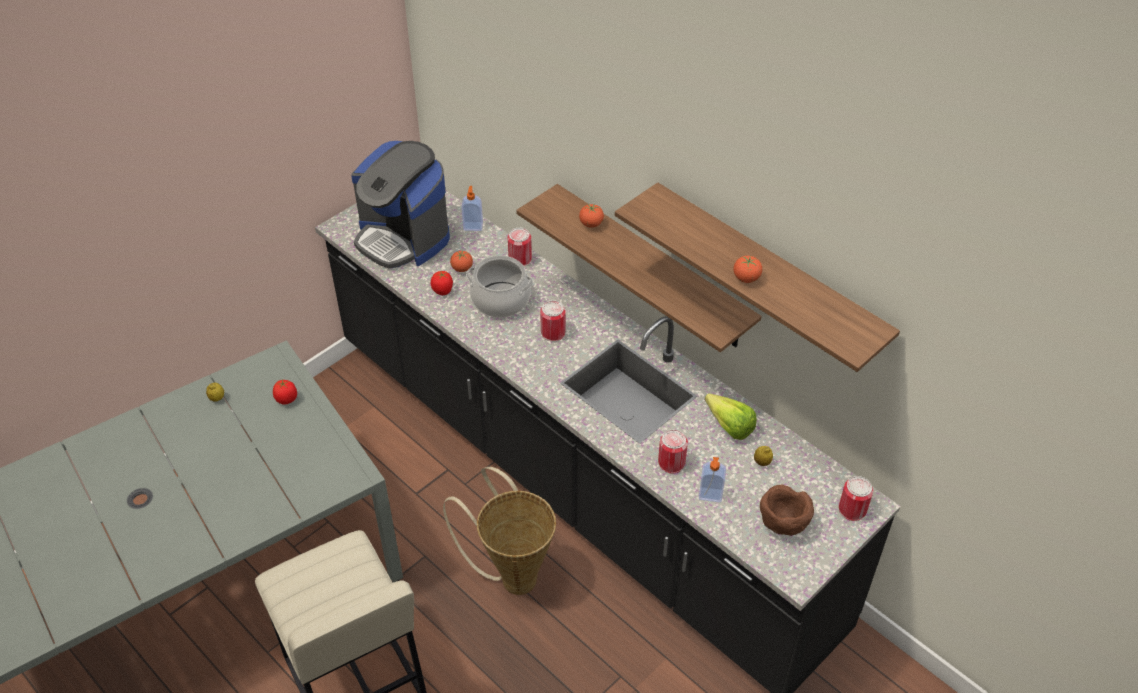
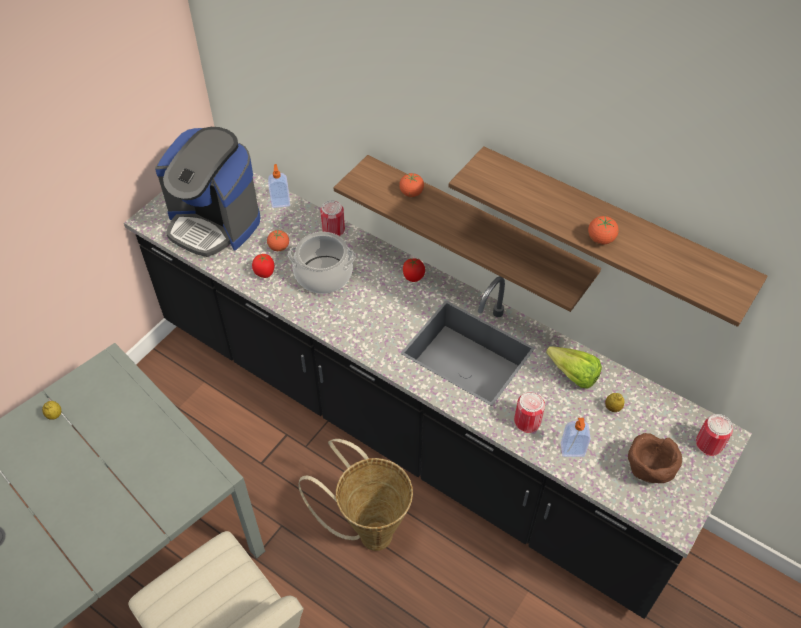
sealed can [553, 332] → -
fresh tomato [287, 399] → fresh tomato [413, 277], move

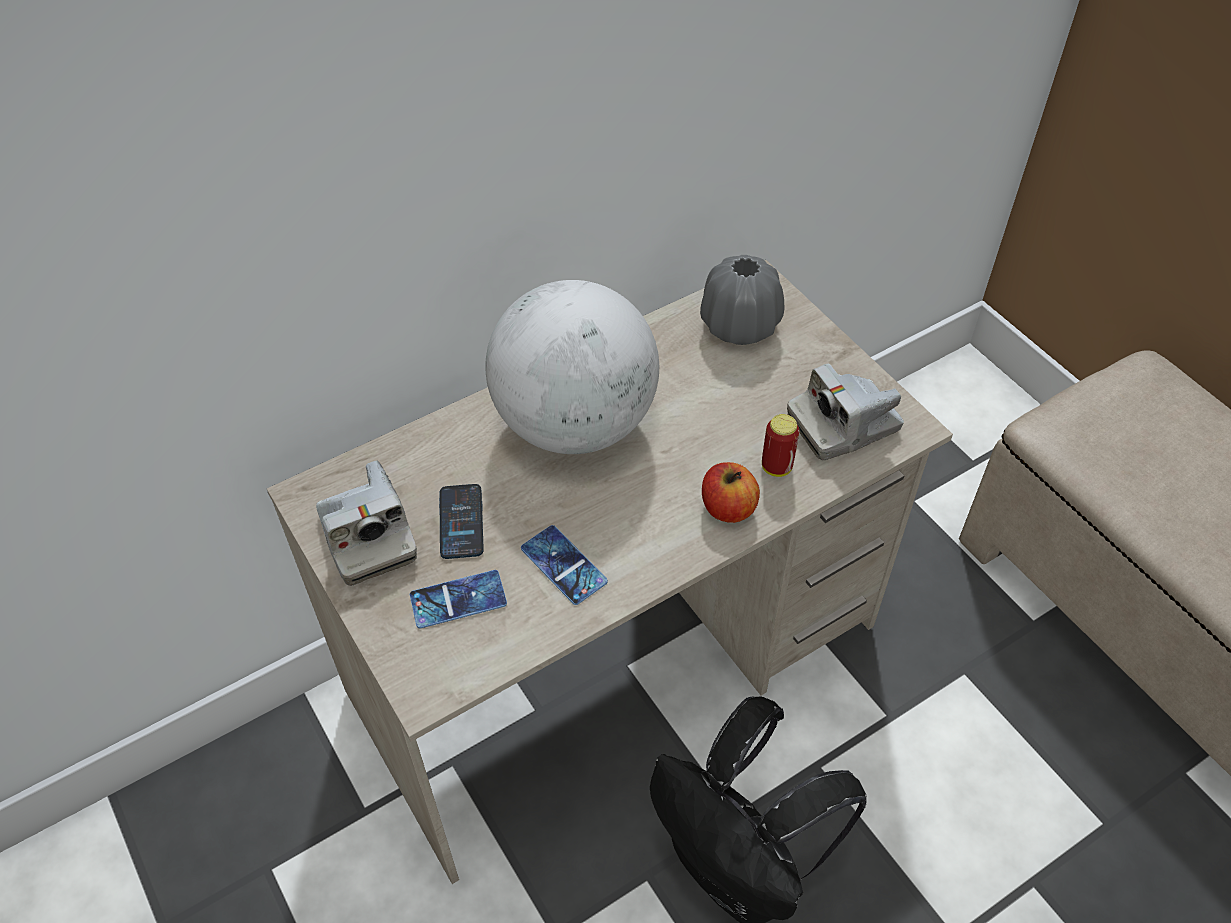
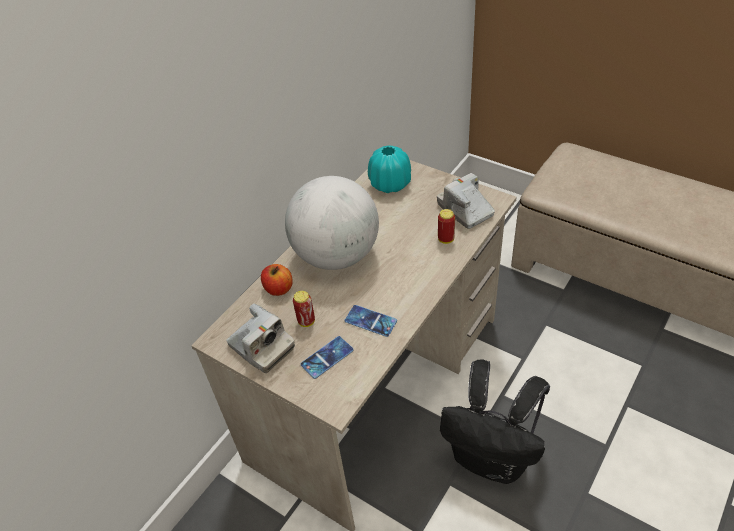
whole apple [728, 508] → whole apple [278, 289], move
handset [461, 522] → sealed can [306, 321]
decorative vase (greyish) [739, 326] → decorative vase (turquoise-coloured) [390, 184]
photo camera [843, 425] → photo camera [465, 210], 105 degrees clockwise

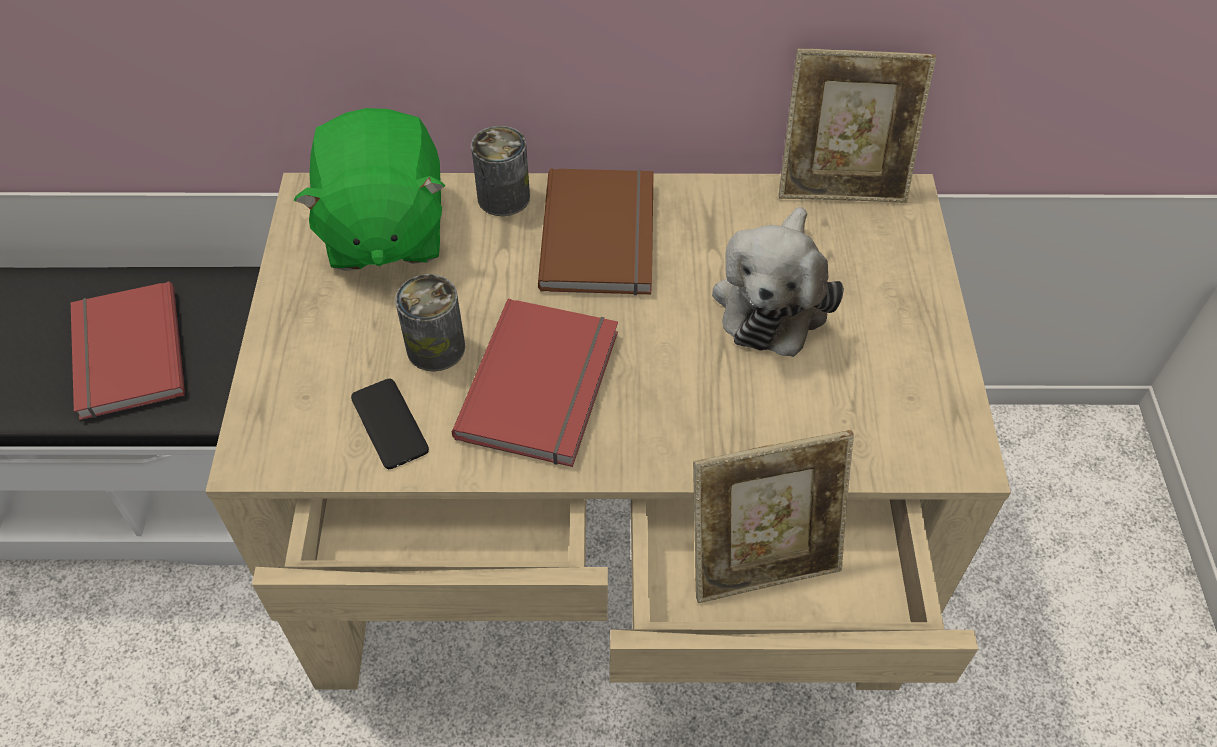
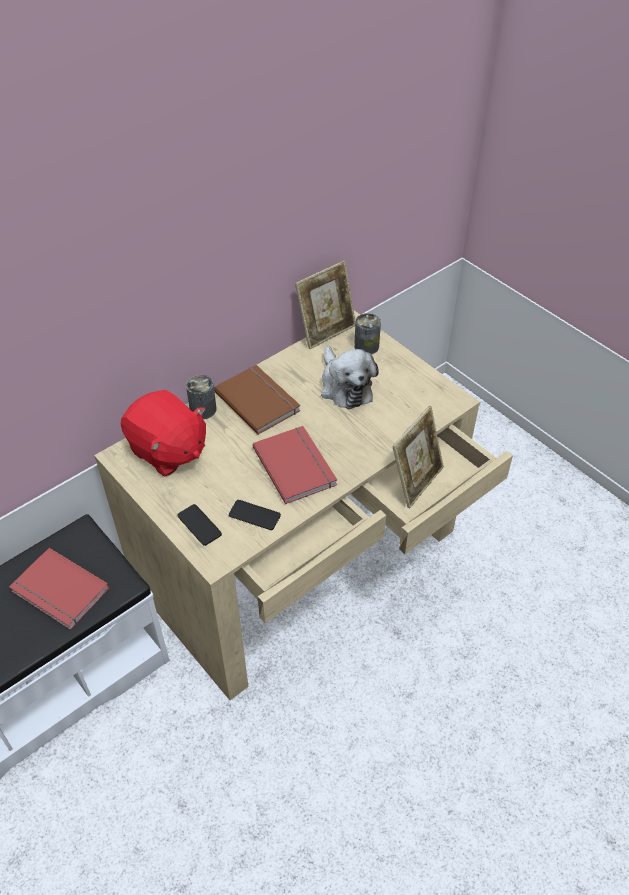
- → handset [199, 525]
sealed can [436, 348] → sealed can [366, 346], move
soft toy (green) [383, 231] → soft toy (reddish) [168, 451]

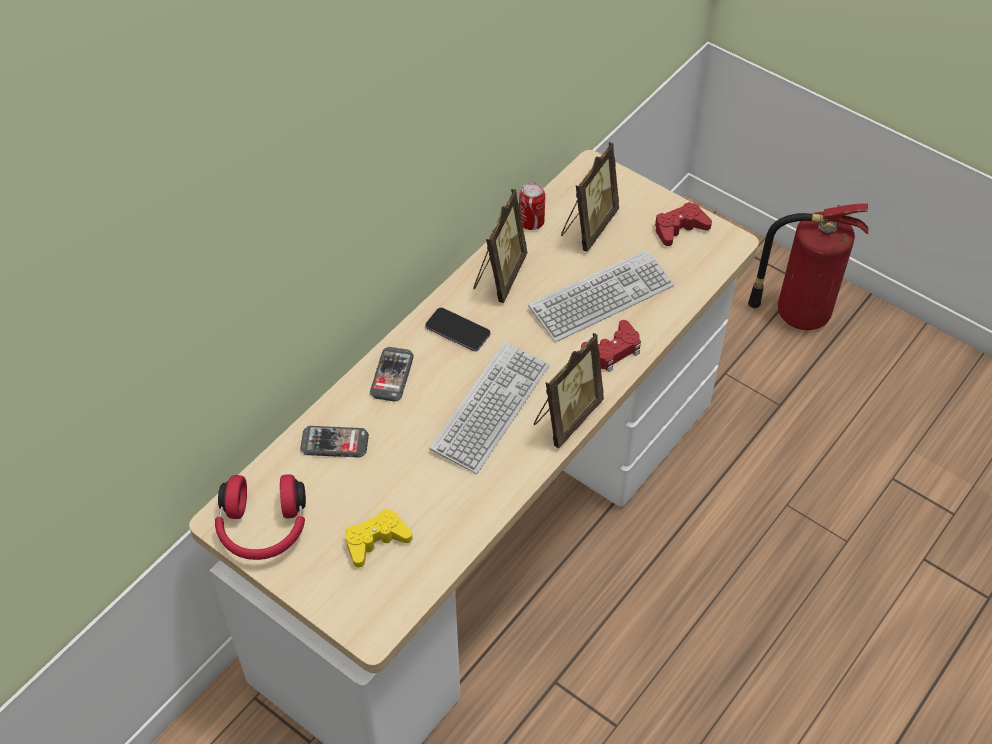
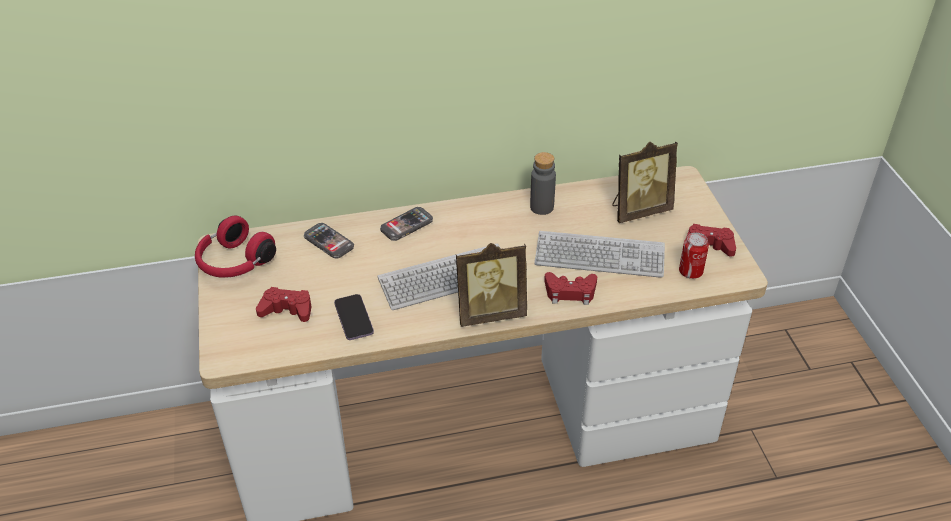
fire-fighting cylinder [798, 312] → -
handset [457, 331] → handset [354, 318], move
sealed can [531, 222] → sealed can [690, 272], move
photo frame [499, 276] → bottle (greyish) [541, 207]
game controller (yellow-coloured) [376, 541] → game controller (reddish) [287, 309]

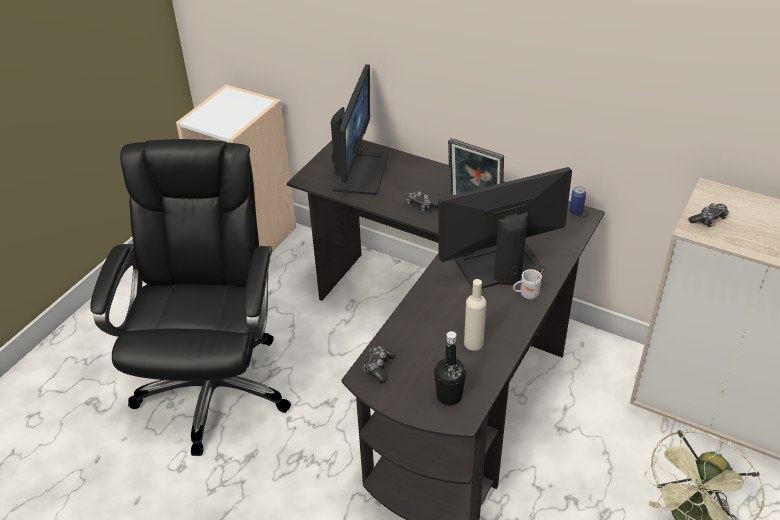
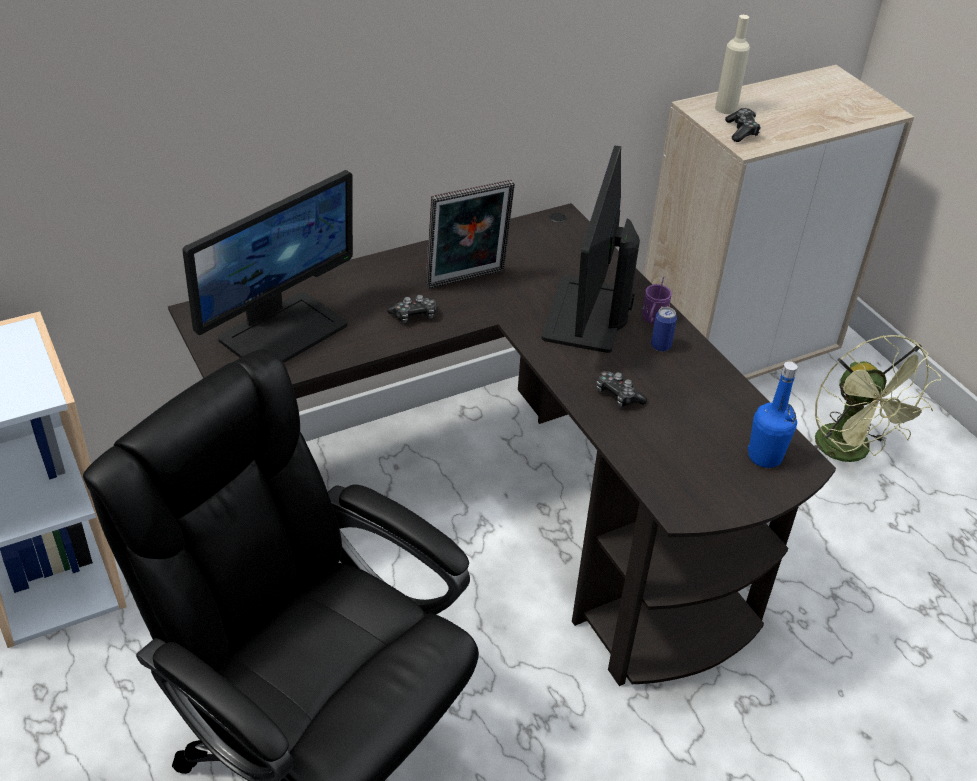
game controller [379, 367] → game controller [618, 395], move
bottle (sand-coloured) [473, 343] → bottle (sand-coloured) [726, 108], move
sealed can [576, 212] → sealed can [660, 346], move
bottle (black-coloured) [449, 396] → bottle (blue) [765, 456]
coffee mug (whitish) [526, 294] → coffee mug (purple) [652, 321]
computer screen [359, 172] → computer screen [282, 330], 90 degrees clockwise

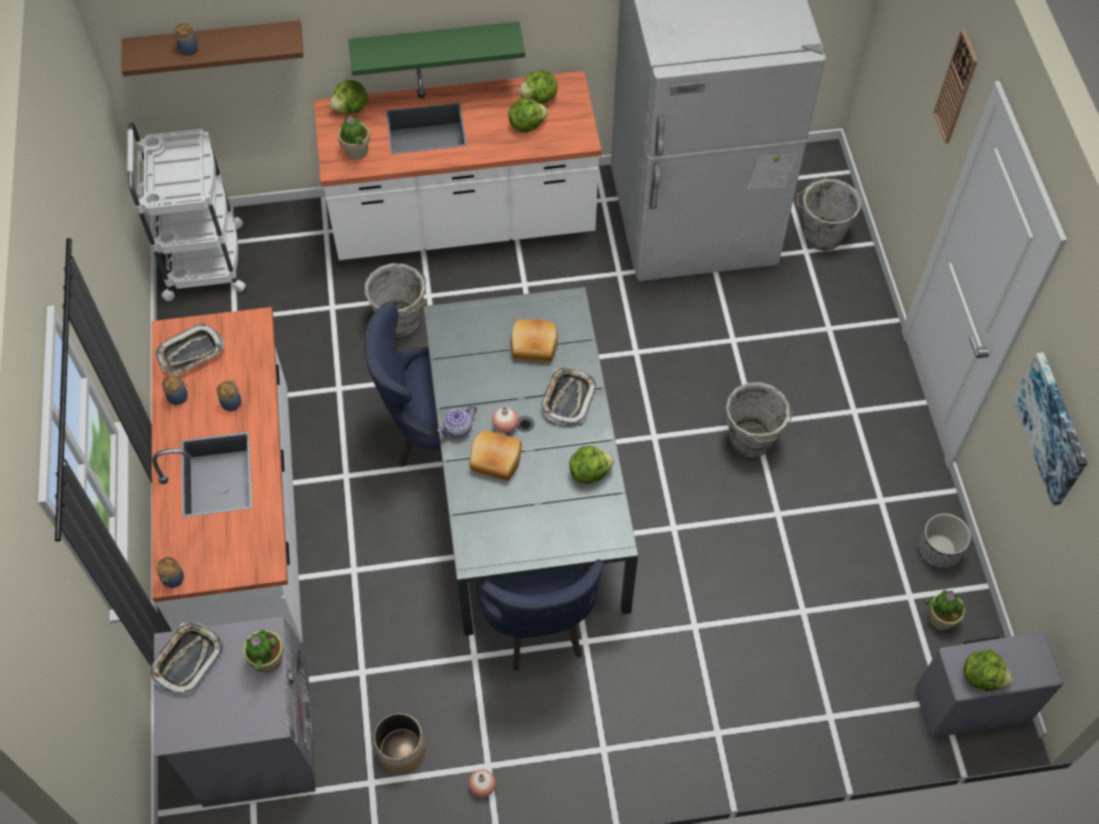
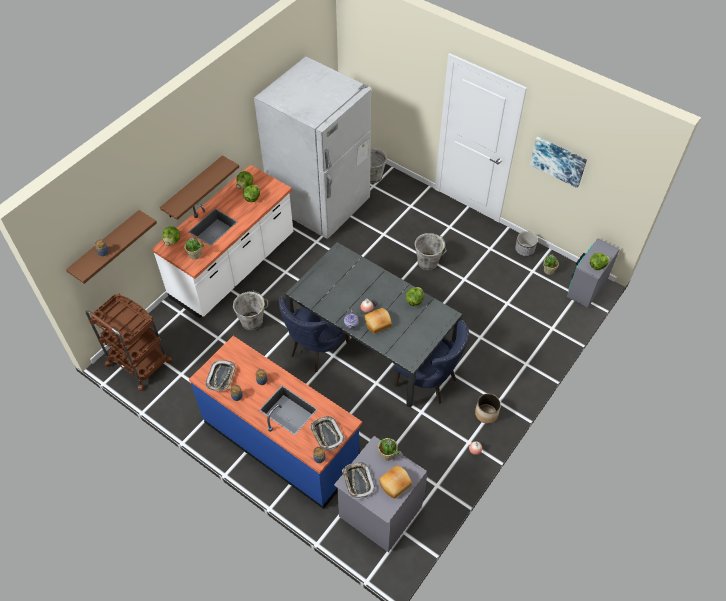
wall clock [956, 87] → -
planter [401, 750] → planter [486, 414], move
baked bread [534, 347] → baked bread [395, 484], move
carrying tray [568, 398] → carrying tray [326, 434], move
wheeled cart (whitish) [205, 261] → wheeled cart (brown-coloured) [140, 363]
counter (whitish) [247, 523] → counter (blue) [281, 442]
bracket shelf (green) [435, 45] → bracket shelf (brown-coloured) [193, 188]

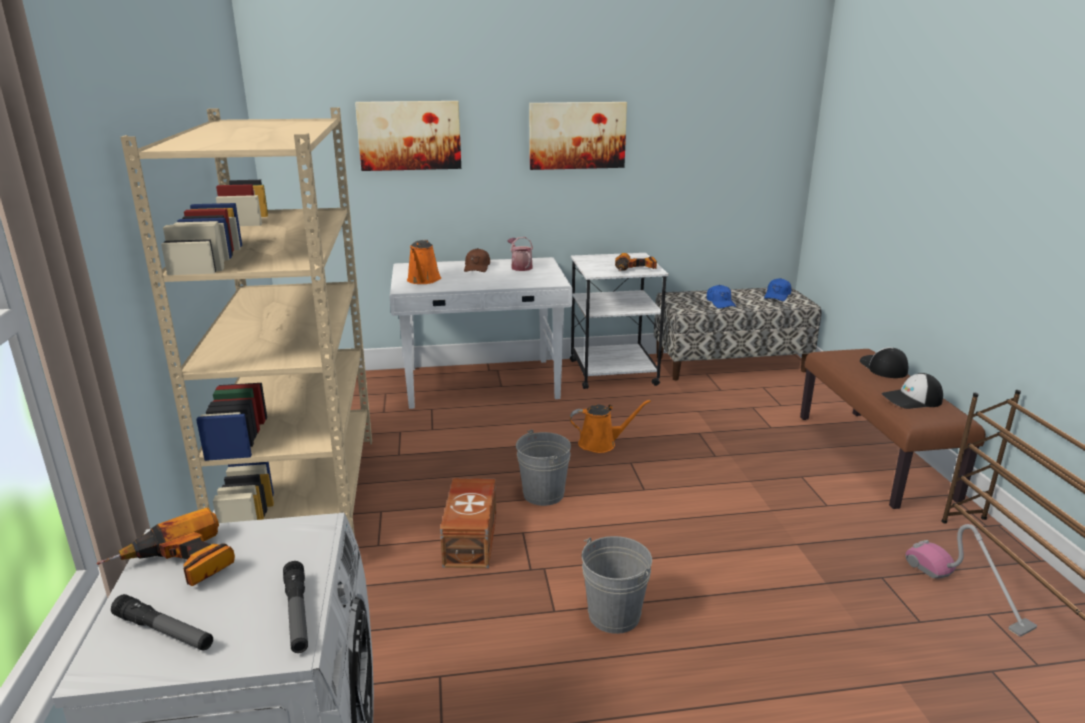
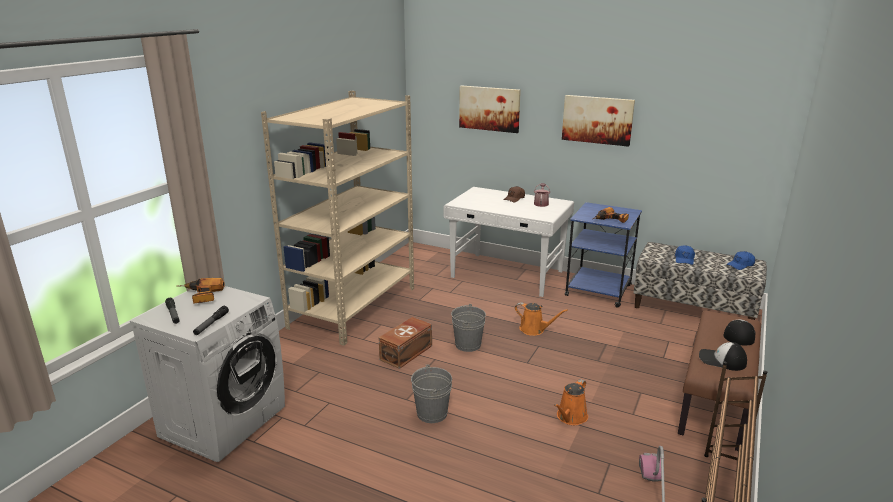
watering can (orange) [423, 280] → watering can (orange) [570, 417], move
wheeled cart (whitish) [614, 372] → wheeled cart (blue) [599, 291]

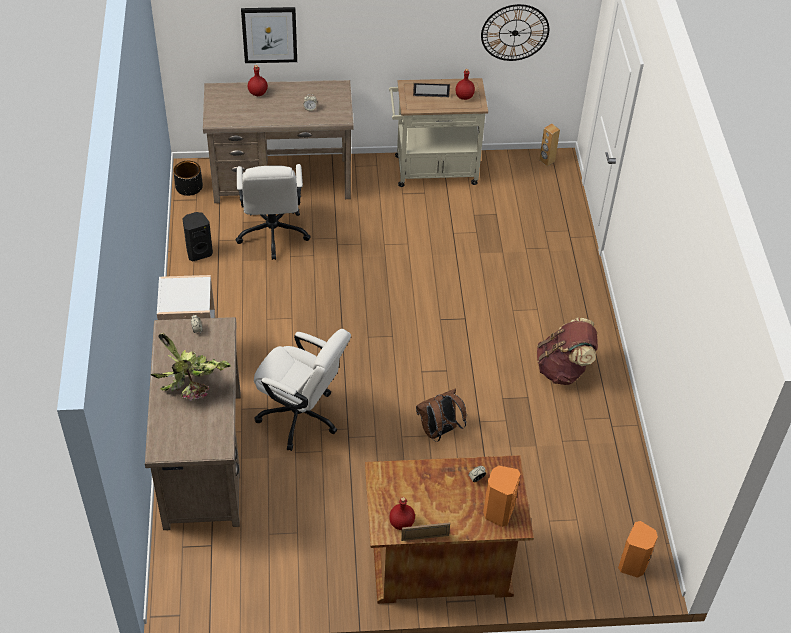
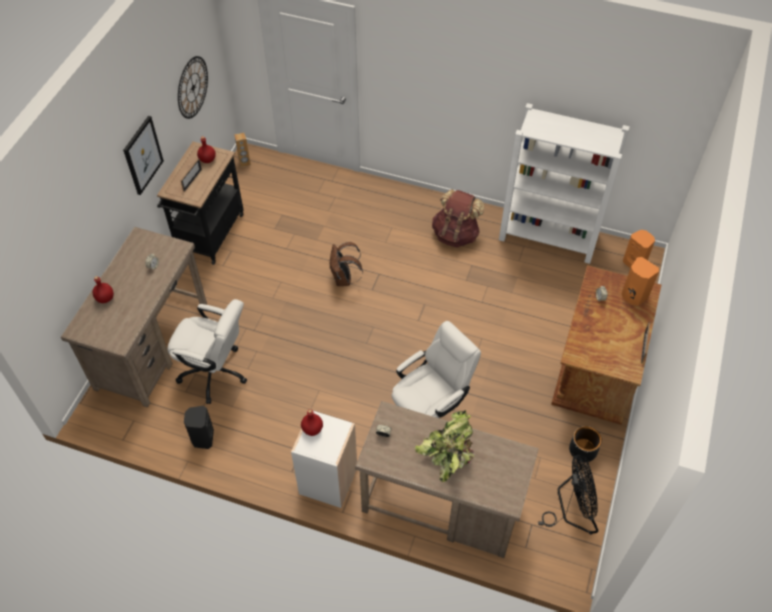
- → bookcase (whitish) [548, 236]
- → electric fan (black-coloured) [571, 506]
planter (black-coloured) [189, 187] → planter (black-coloured) [583, 450], move
wall picture [269, 34] → wall picture [142, 155], move
bottle (reddish) [401, 523] → bottle (reddish) [312, 429], move
backpack (brown-coloured) [439, 431] → backpack (brown-coloured) [344, 279], move
wheeled cart (sand-coloured) [433, 170] → wheeled cart (black-coloured) [209, 236]

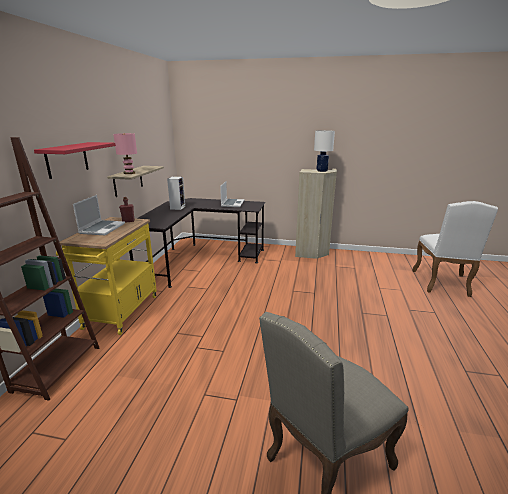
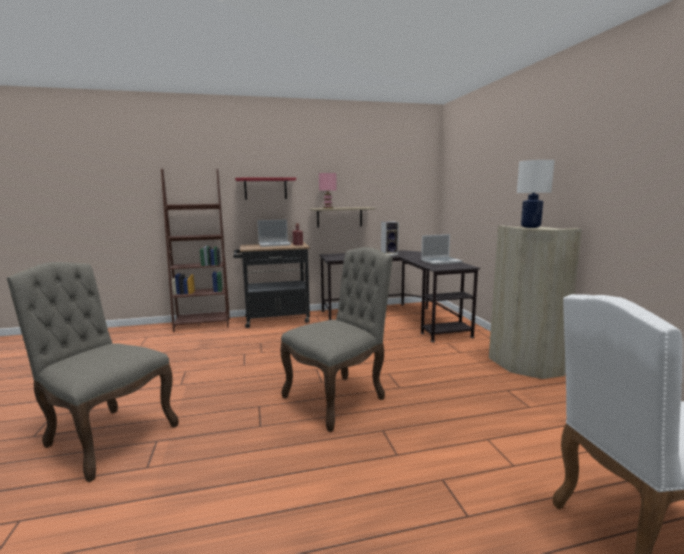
- → upright chair (greyish) [337, 399]
wheeled cart (yellow-coloured) [120, 313] → wheeled cart (black-coloured) [274, 320]

